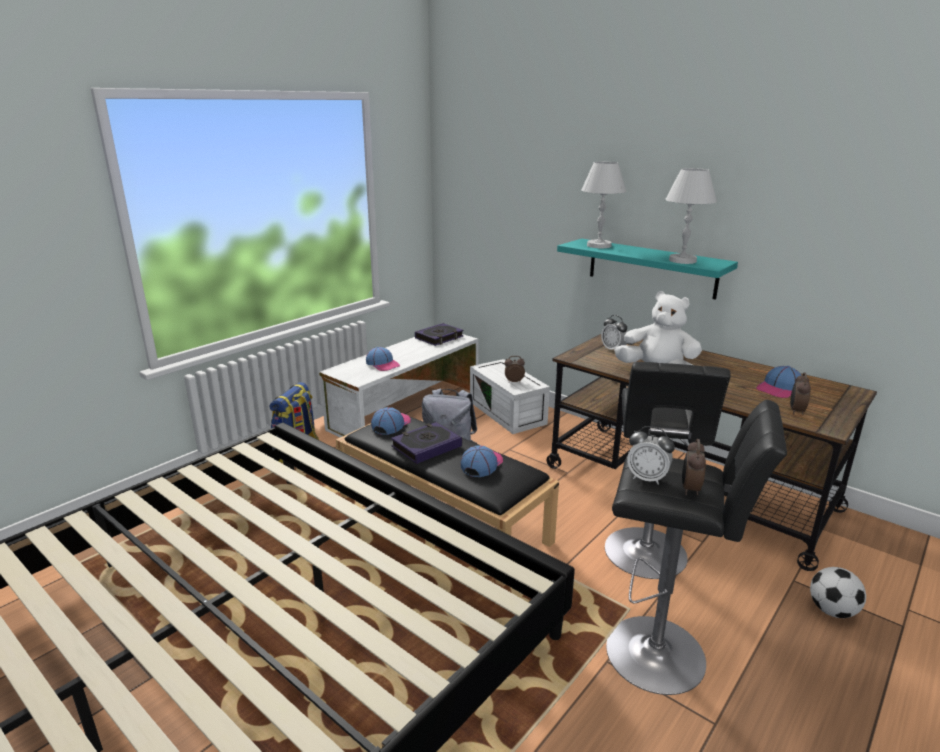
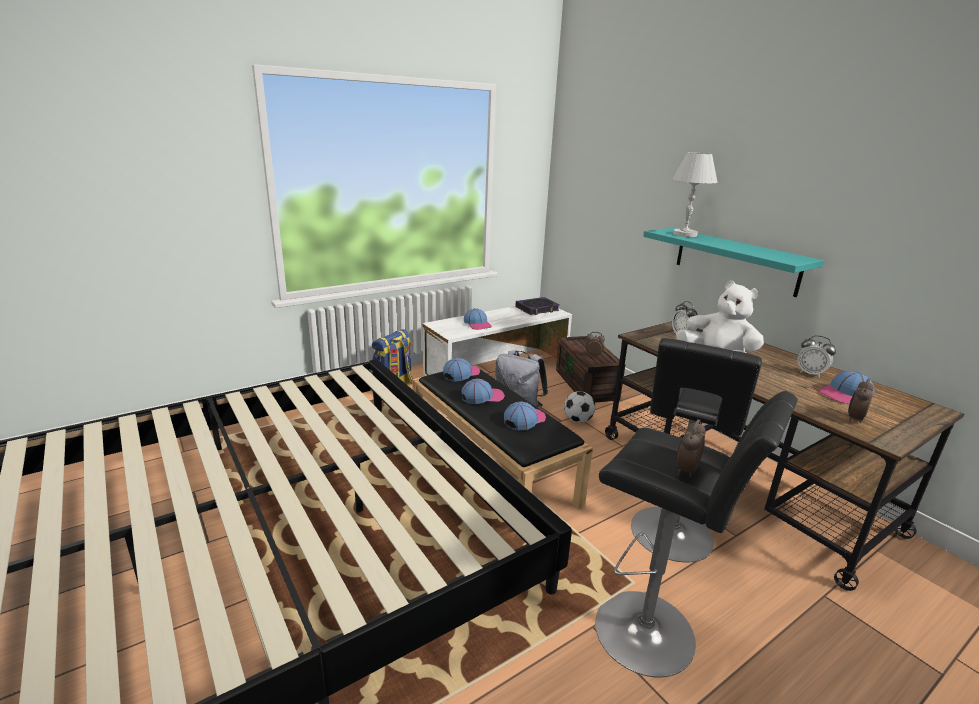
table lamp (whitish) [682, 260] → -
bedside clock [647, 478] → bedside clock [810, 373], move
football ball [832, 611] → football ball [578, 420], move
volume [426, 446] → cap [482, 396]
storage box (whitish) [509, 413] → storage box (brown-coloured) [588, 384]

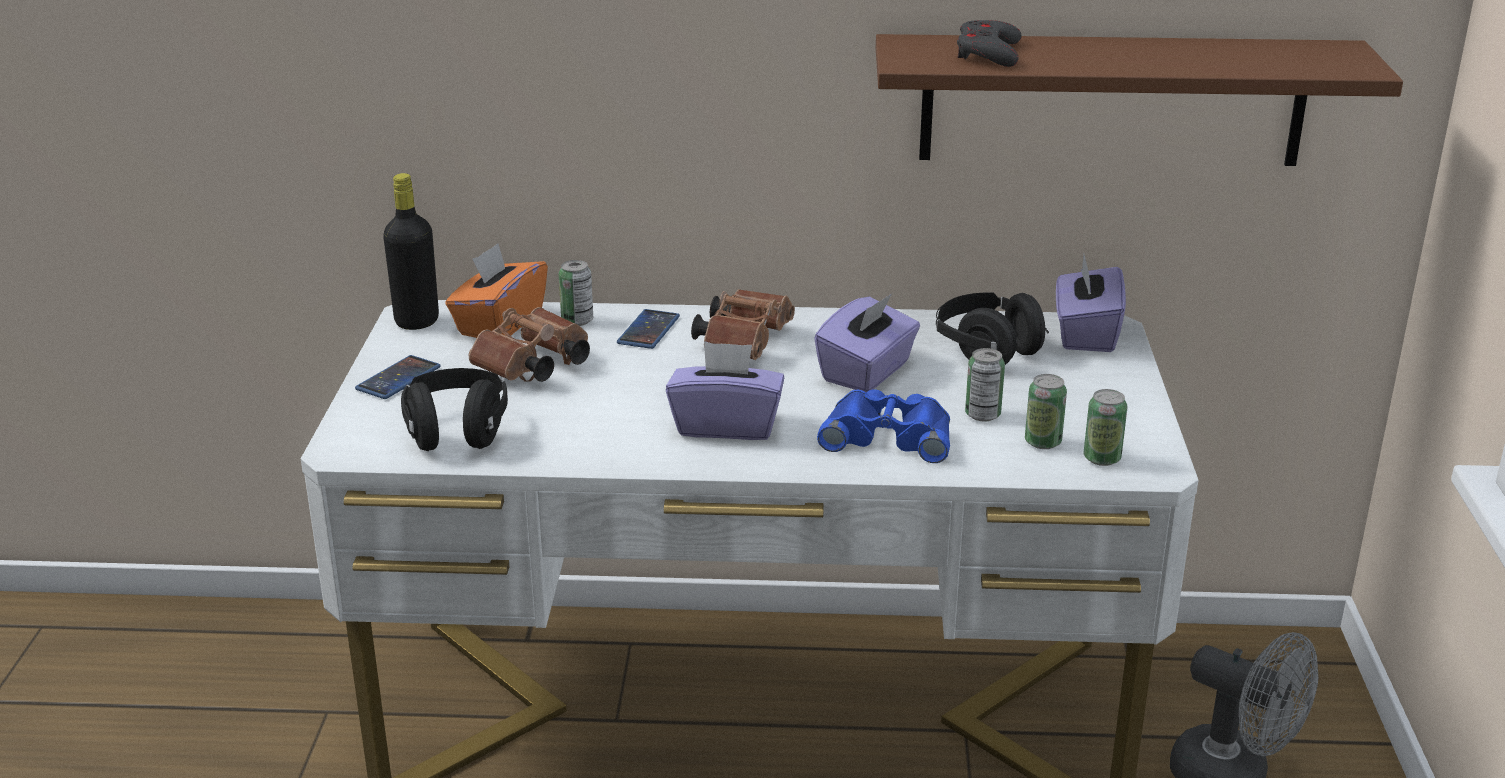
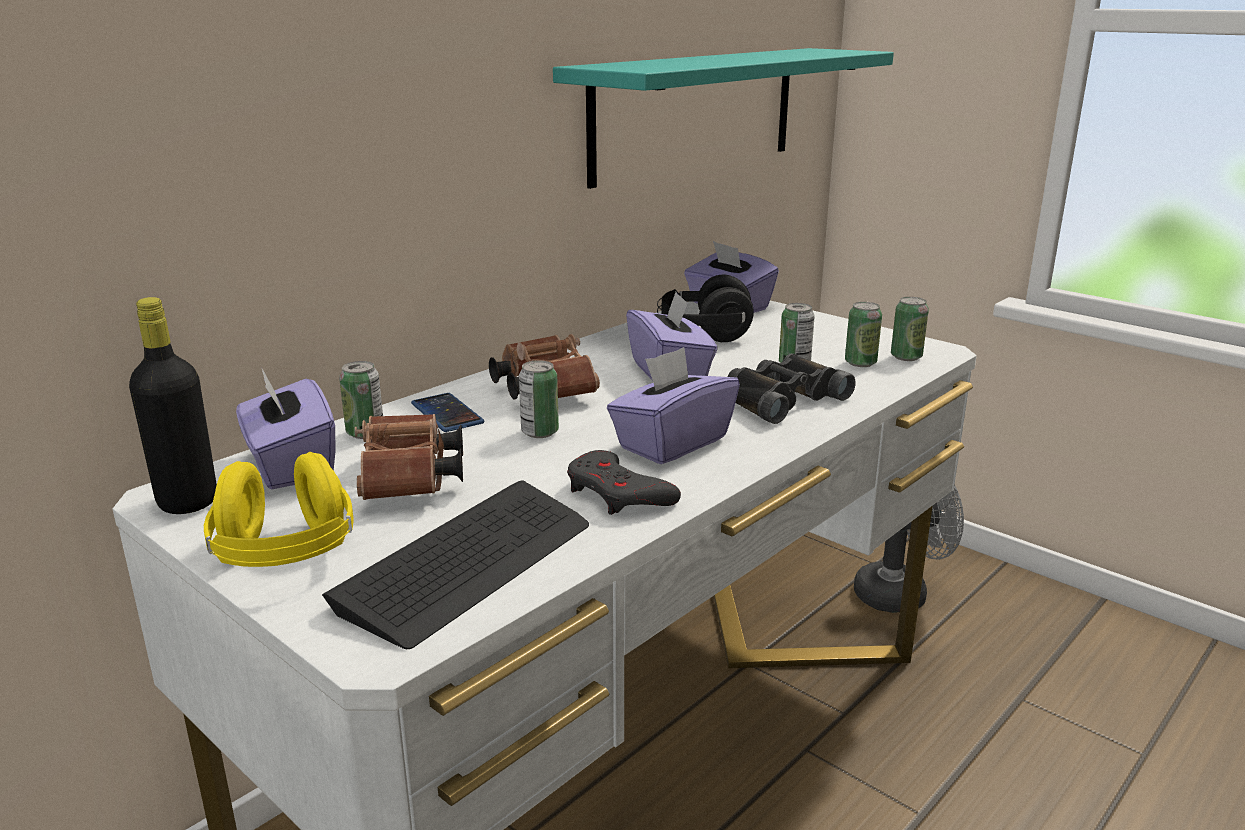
- → sealed can [540, 432]
game controller (greyish) [988, 53] → game controller (greyish) [618, 493], move
handset [398, 378] → headset (yellow-coloured) [286, 555]
headset (black-coloured) [457, 432] → PC keyboard [467, 564]
tissue holder (orange) [499, 323] → tissue holder (purple) [290, 465]
pair of binoculars (blue) [888, 436] → pair of binoculars (black-coloured) [780, 398]
bracket shelf (brown-coloured) [1112, 100] → bracket shelf (turquoise-coloured) [696, 112]

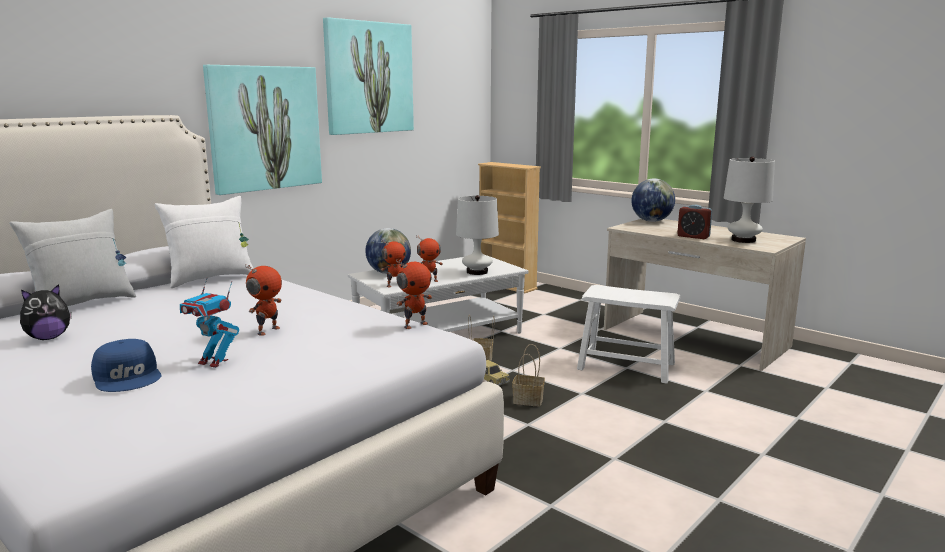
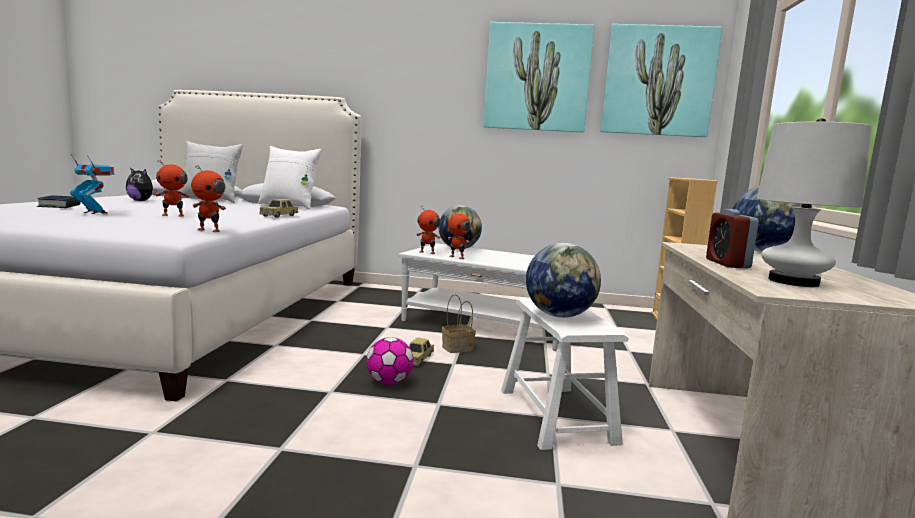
table lamp (whitish) [477, 272] → -
- → miniature car [279, 216]
- → desk globe [559, 316]
wall picture [264, 128] → wall picture [658, 81], move
cap (blue) [128, 376] → volume [60, 206]
household basket [529, 400] → football ball [389, 382]
toy robot [214, 362] → toy robot [95, 213], 120 degrees clockwise

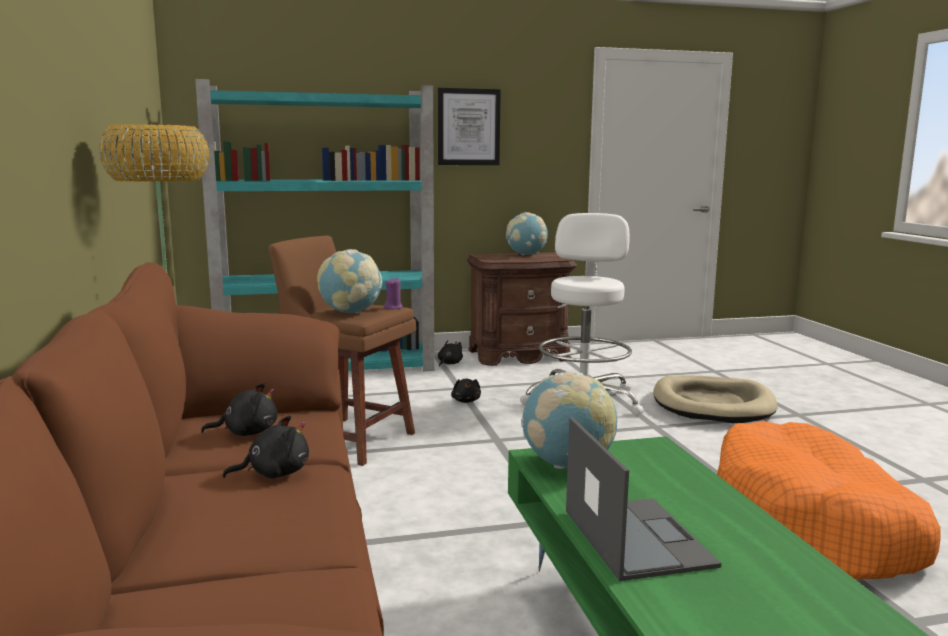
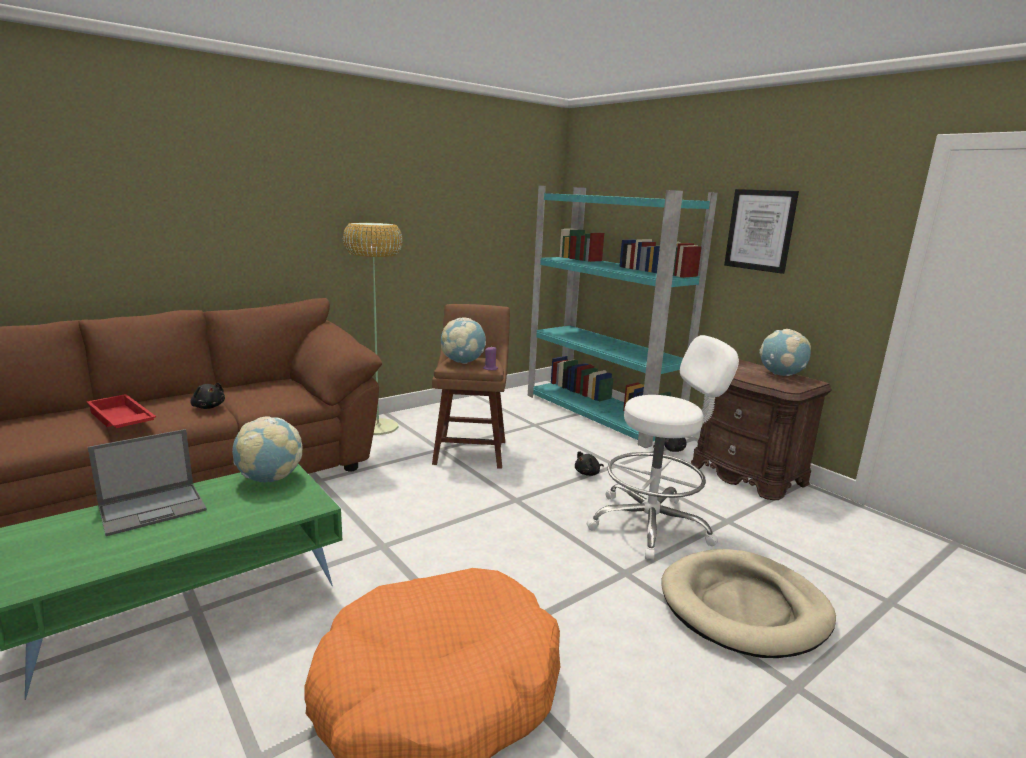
soft toy (black-coloured) [247, 433] → -
- → carrying tray (reddish) [120, 420]

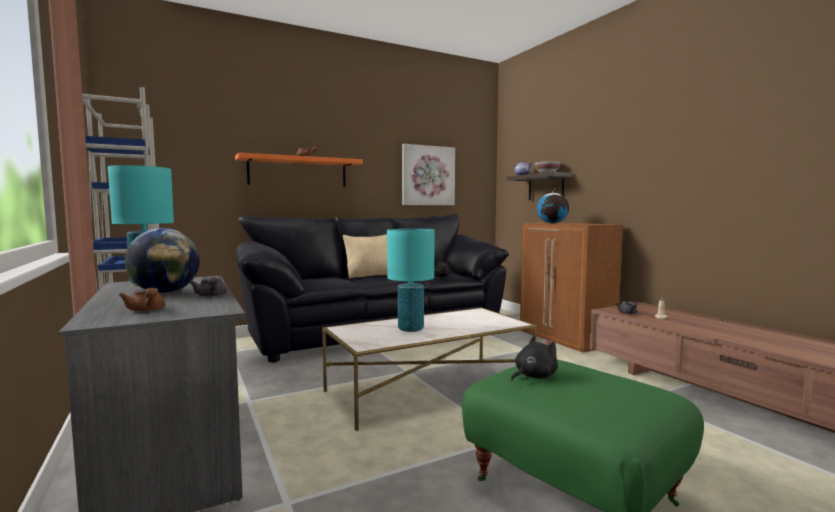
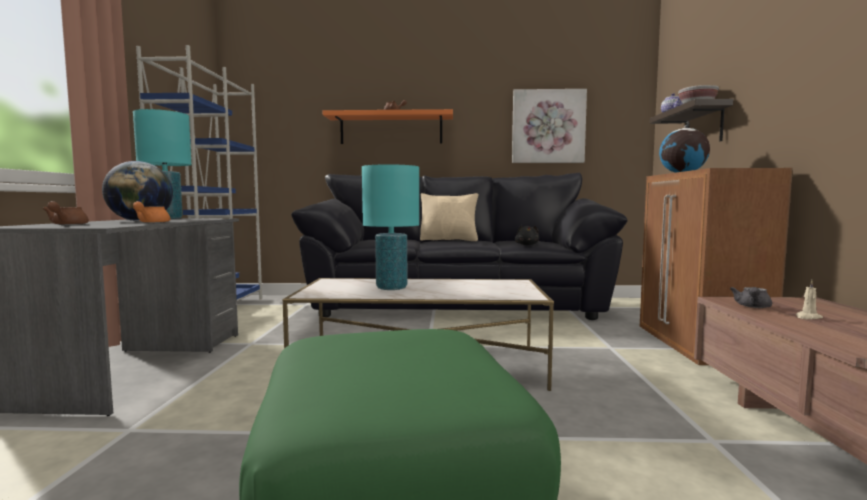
soft toy (black-coloured) [533, 376] → -
pot for tea (greyish) [211, 296] → pot for tea (orange) [151, 223]

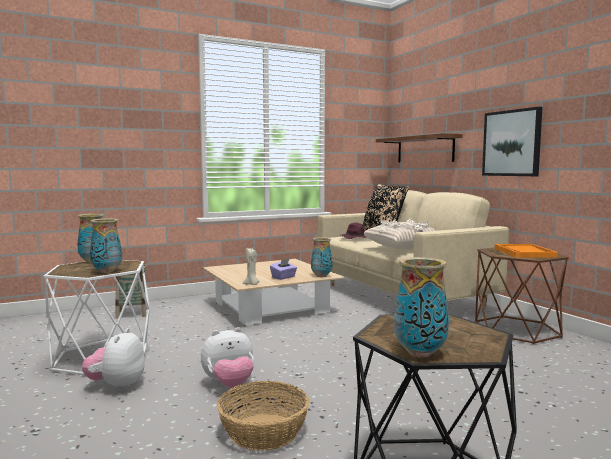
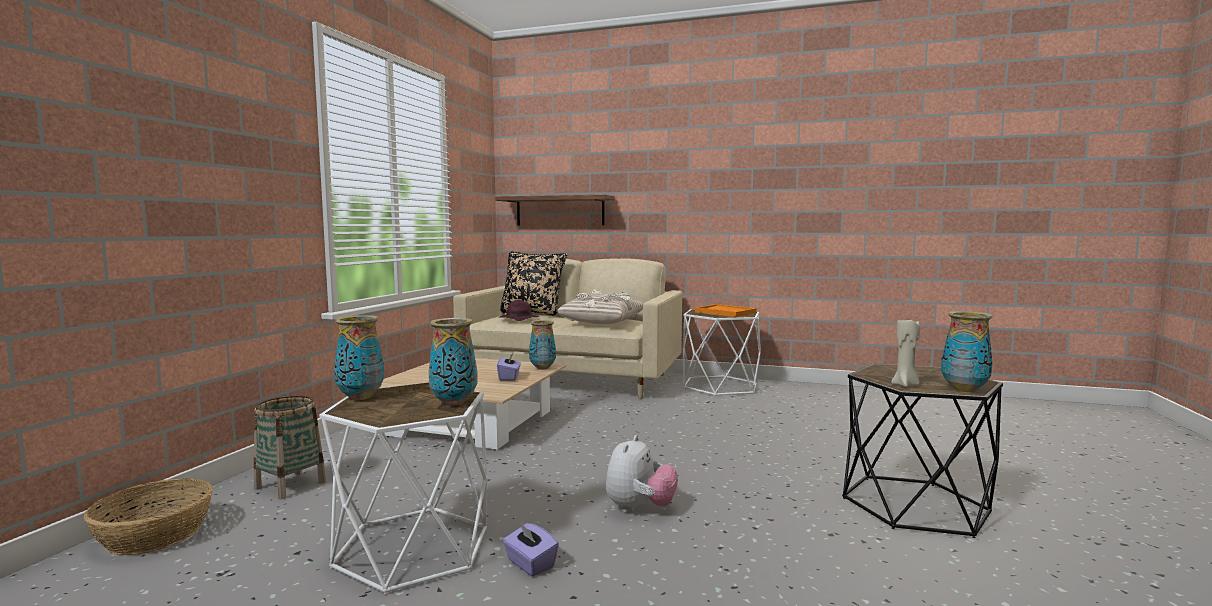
wall picture [512, 143] → -
household basket [264, 431] → household basket [155, 534], move
candle (sand-coloured) [251, 284] → candle (sand-coloured) [905, 385], move
soft toy [116, 386] → tissue holder (purple) [530, 564]
side table (brown-coloured) [516, 330] → side table (whitish) [720, 386]

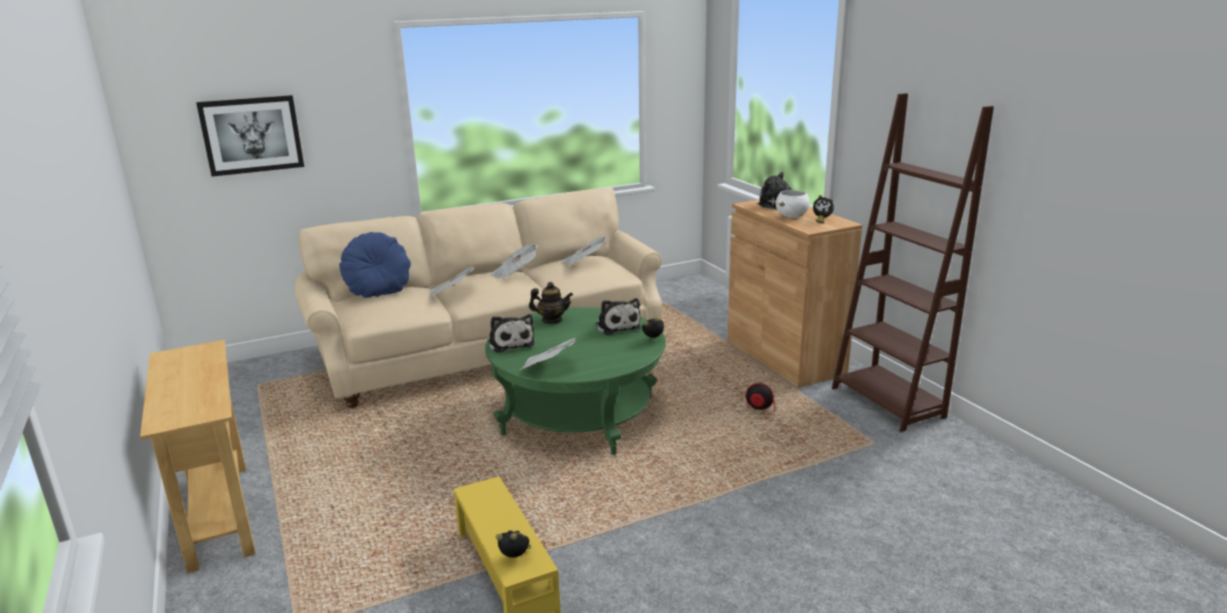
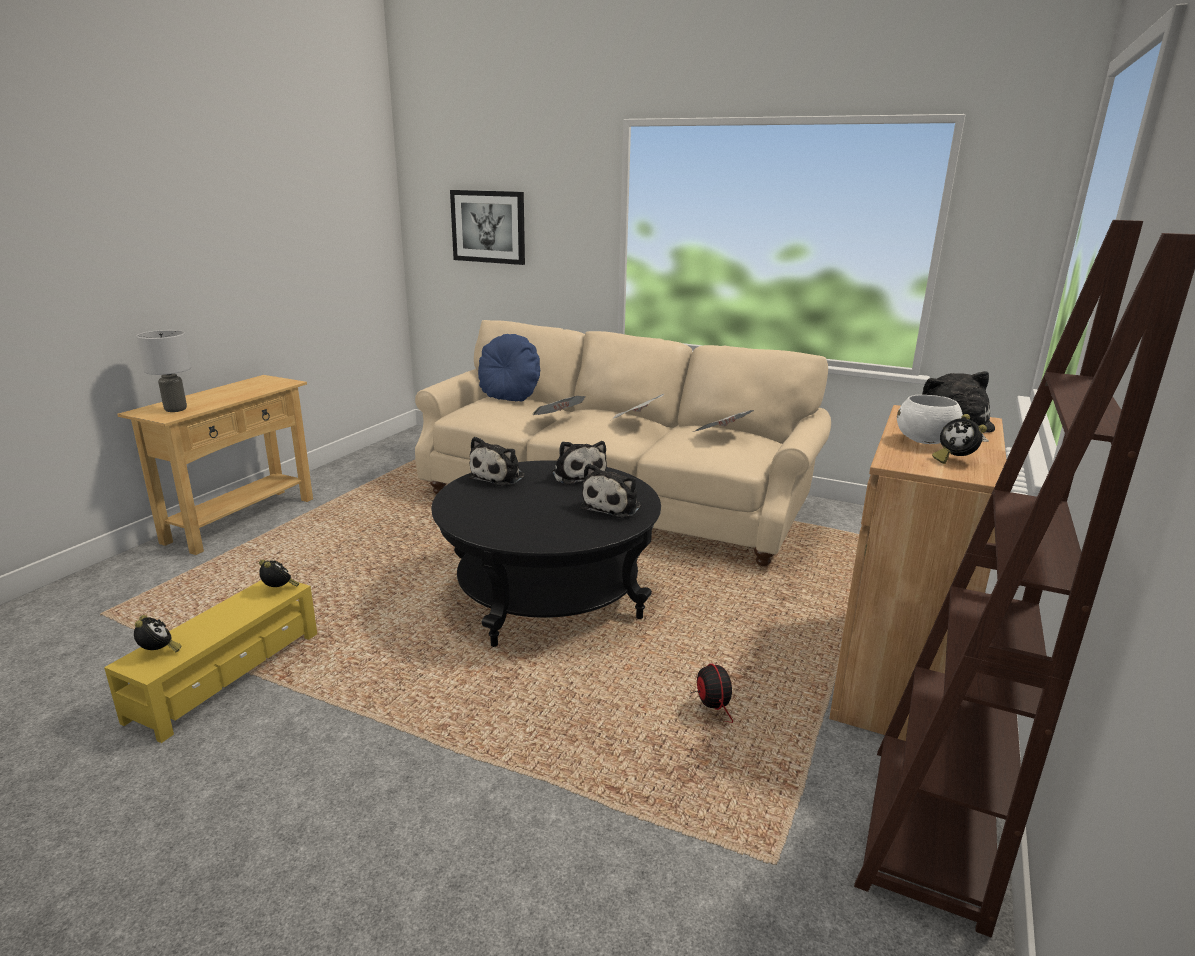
newspaper [548, 368] → -
- → table lamp (whitish) [175, 409]
bedside clock [653, 340] → bedside clock [279, 590], move
pot for tea [552, 320] → soft toy [578, 474]
low table (green) [579, 416] → low table (black-coloured) [548, 594]

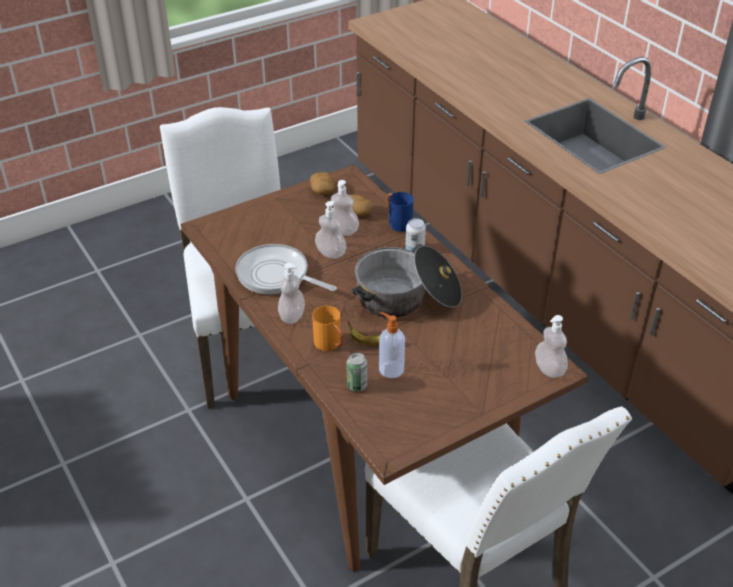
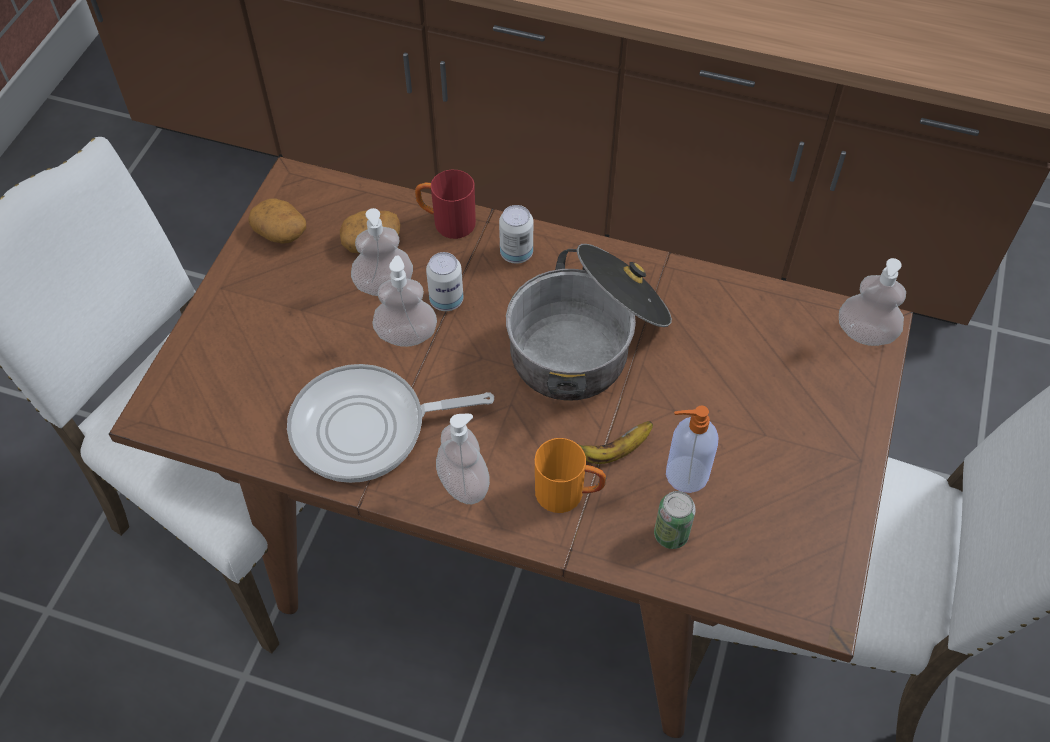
- → sealed can [446, 300]
coffee mug (blue) [397, 222] → coffee mug (reddish) [446, 222]

